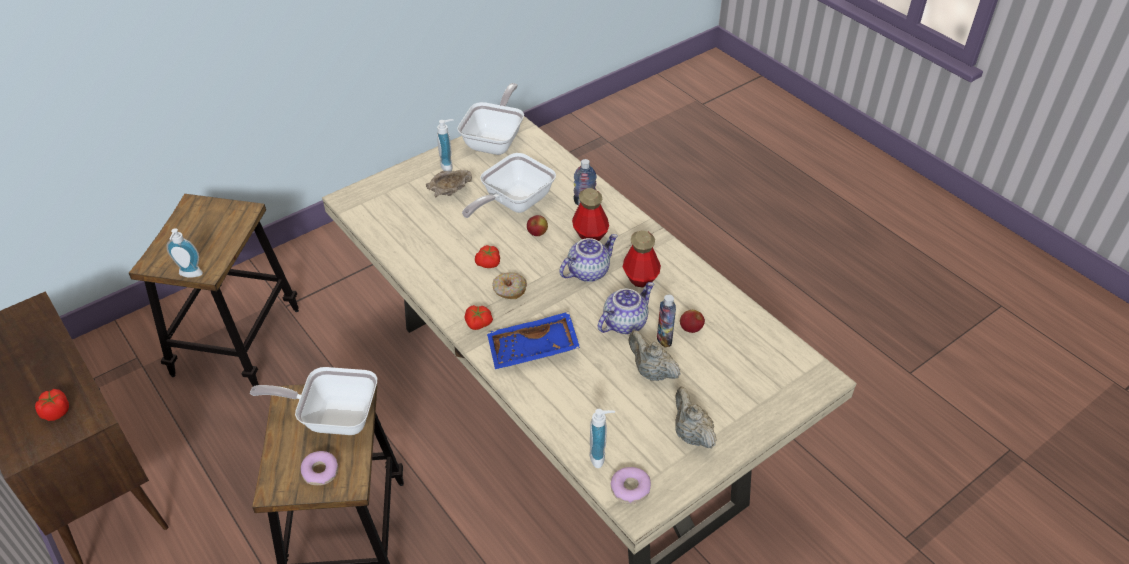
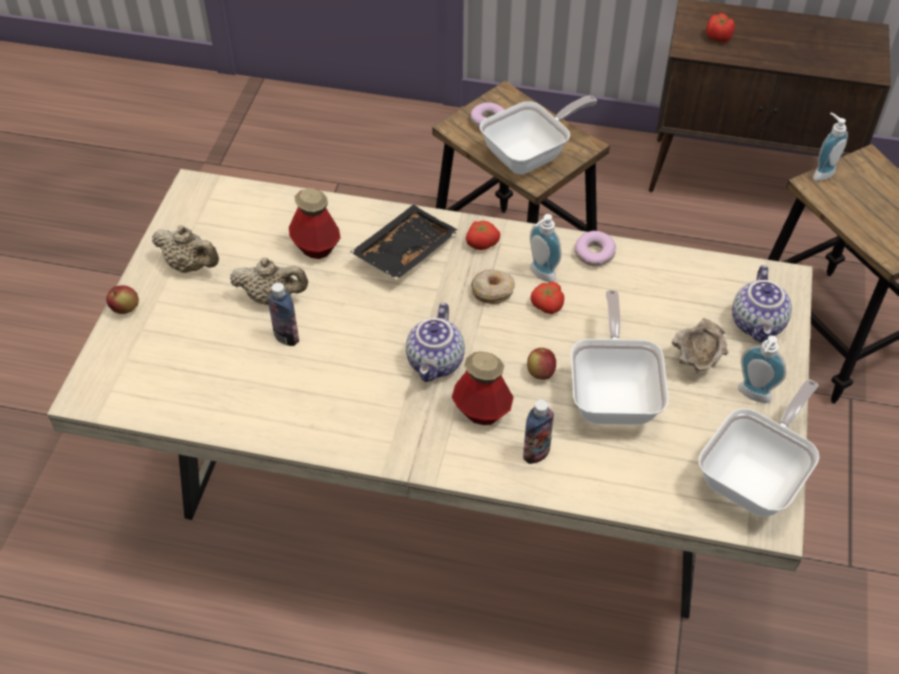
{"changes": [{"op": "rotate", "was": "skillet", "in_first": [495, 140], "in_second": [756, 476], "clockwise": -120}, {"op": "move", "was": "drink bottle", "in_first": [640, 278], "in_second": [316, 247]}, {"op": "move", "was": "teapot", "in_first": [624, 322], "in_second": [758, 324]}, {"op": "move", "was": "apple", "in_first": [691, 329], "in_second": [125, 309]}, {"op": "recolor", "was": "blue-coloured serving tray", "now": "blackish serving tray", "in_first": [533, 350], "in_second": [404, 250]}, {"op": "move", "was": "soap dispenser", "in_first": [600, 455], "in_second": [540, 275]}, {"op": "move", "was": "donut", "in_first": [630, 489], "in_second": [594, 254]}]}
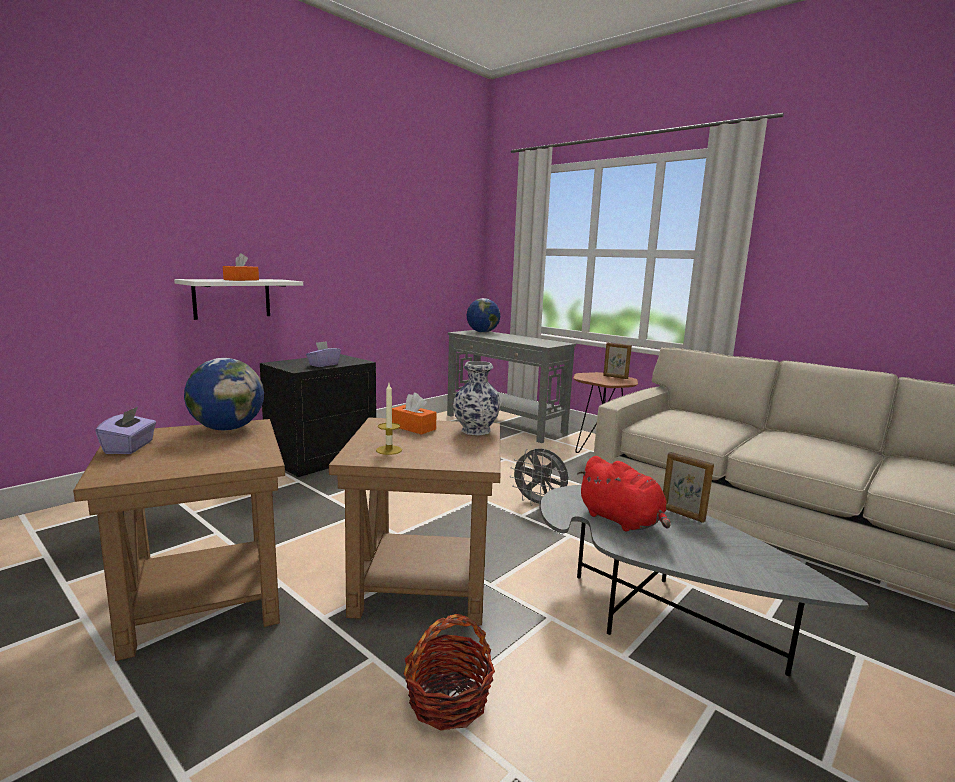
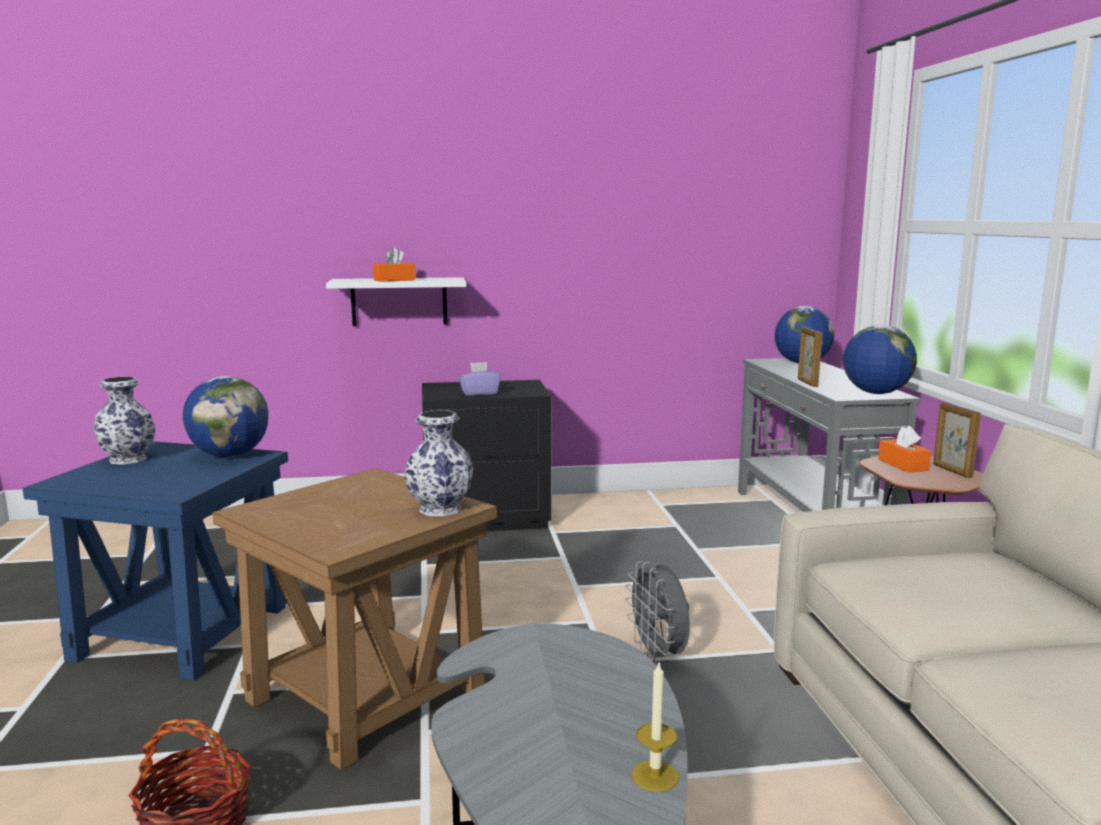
{"changes": [{"op": "move", "was": "candle", "in_first": [389, 450], "in_second": [655, 776]}, {"op": "move", "was": "orange-coloured tissue box", "in_first": [413, 427], "in_second": [903, 465]}, {"op": "replace", "was": "purple-coloured tissue box", "now": "vase", "in_first": [130, 447], "in_second": [128, 459]}, {"op": "recolor", "was": "brown accent table", "now": "blue-coloured accent table", "in_first": [202, 597], "in_second": [181, 631]}, {"op": "move", "was": "picture frame", "in_first": [682, 514], "in_second": [807, 383]}, {"op": "delete", "was": "reddish plush toy", "in_first": [622, 521]}, {"op": "insert", "now": "world globe", "in_second": [876, 393]}]}
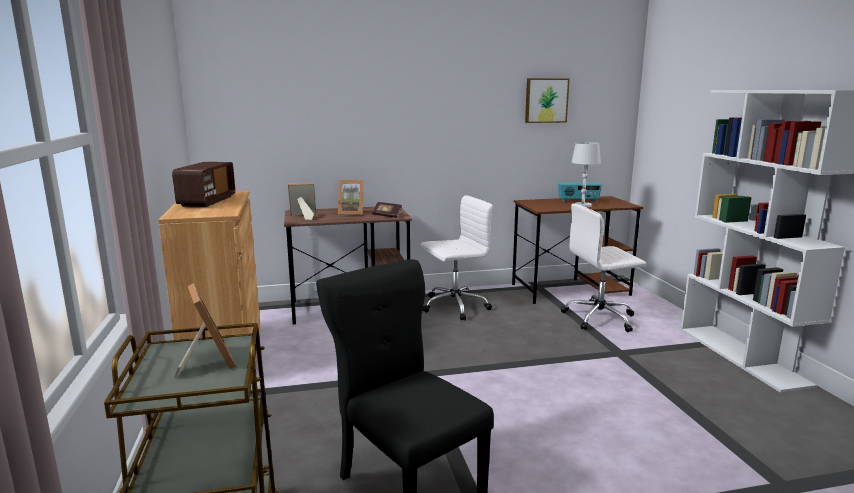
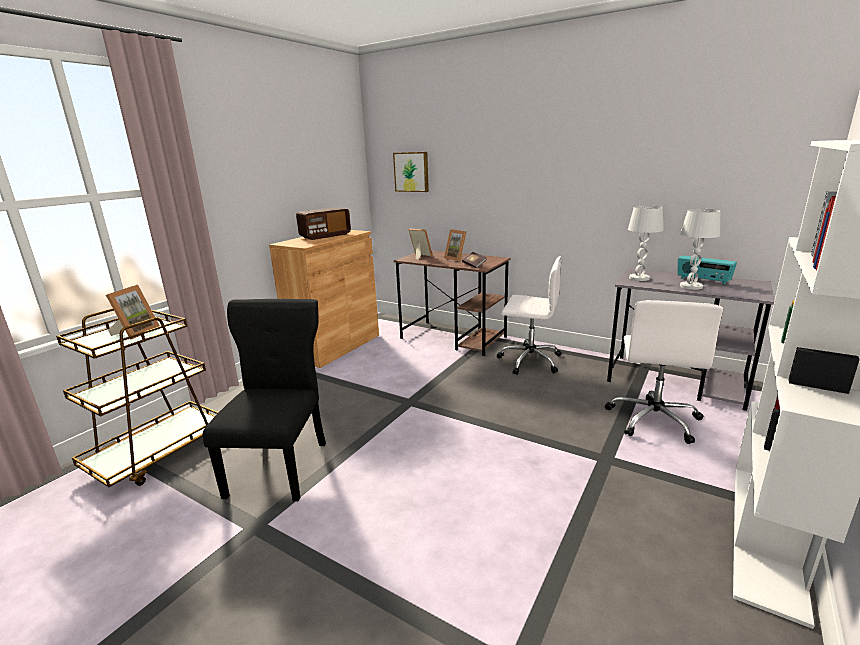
{"changes": [{"op": "move", "was": "wall picture", "in_first": [546, 100], "in_second": [412, 172]}, {"op": "recolor", "was": "brown desk table", "now": "greyish desk table", "in_first": [571, 289], "in_second": [677, 381]}, {"op": "rotate", "was": "white office chair", "in_first": [600, 318], "in_second": [653, 419], "clockwise": -105}, {"op": "insert", "now": "white table lamp", "in_second": [639, 278]}]}
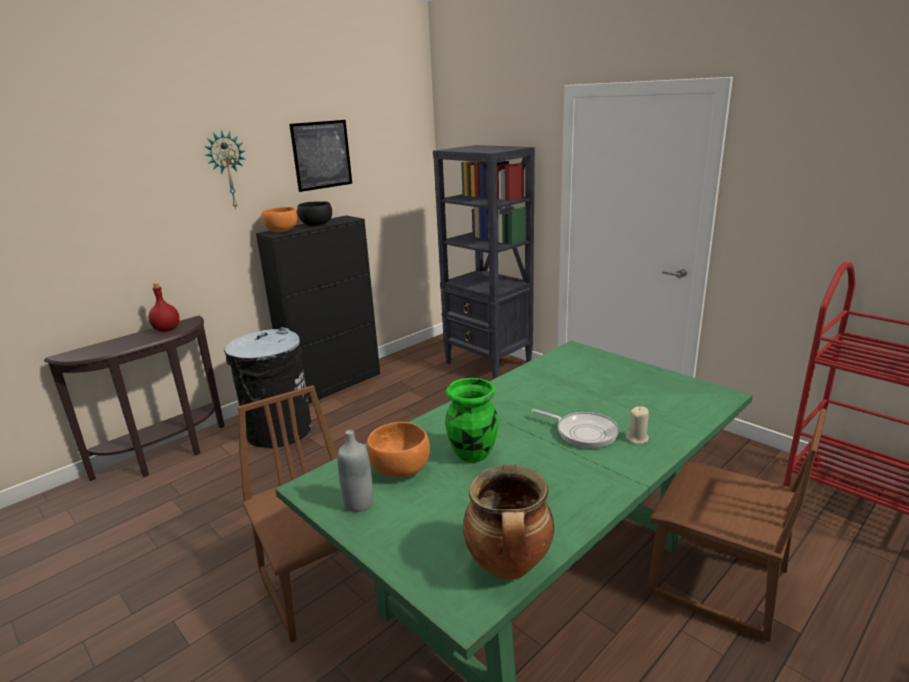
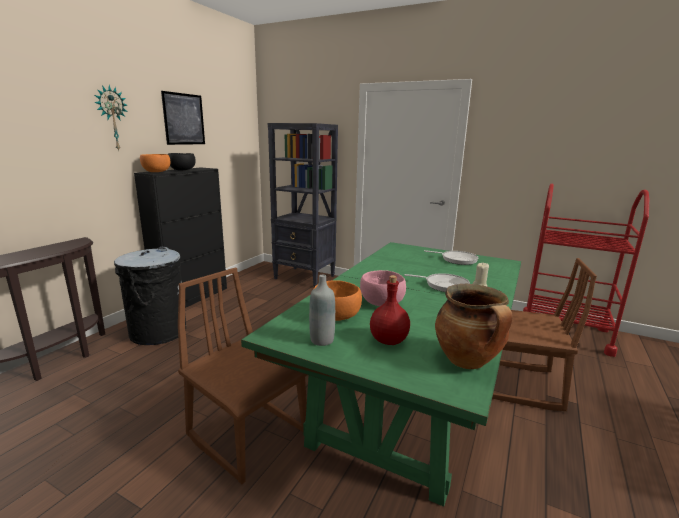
{"changes": [{"op": "move", "was": "reddish drink bottle", "in_first": [167, 329], "in_second": [389, 340]}, {"op": "replace", "was": "green vase", "now": "pinkish deep dish", "in_first": [472, 454], "in_second": [382, 303]}, {"op": "insert", "now": "skillet", "in_second": [456, 259]}]}
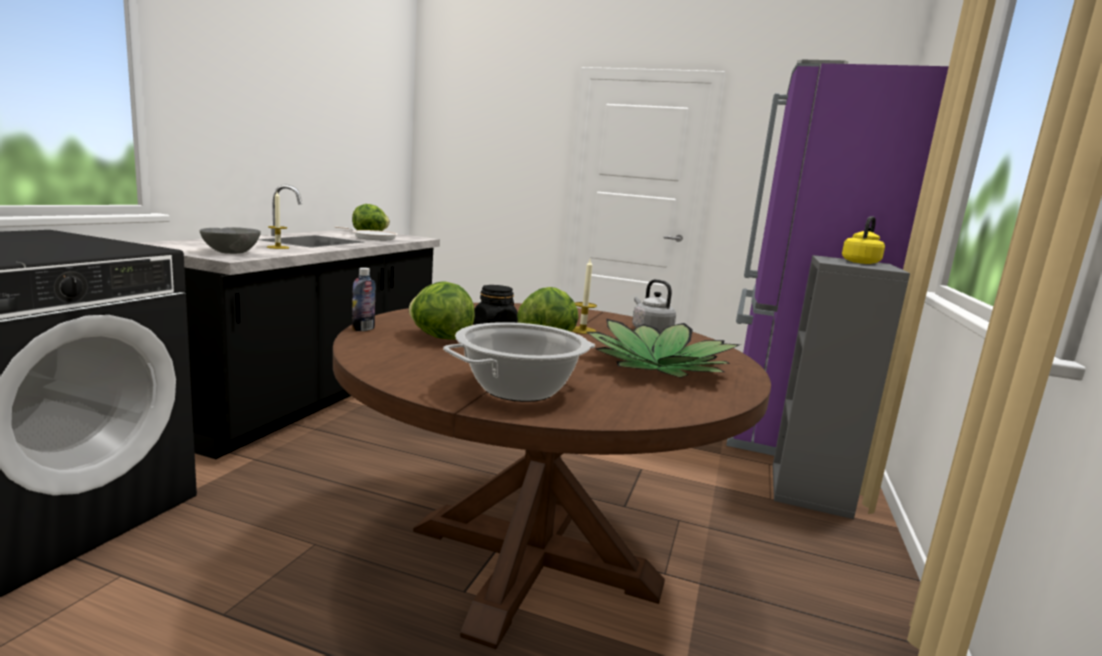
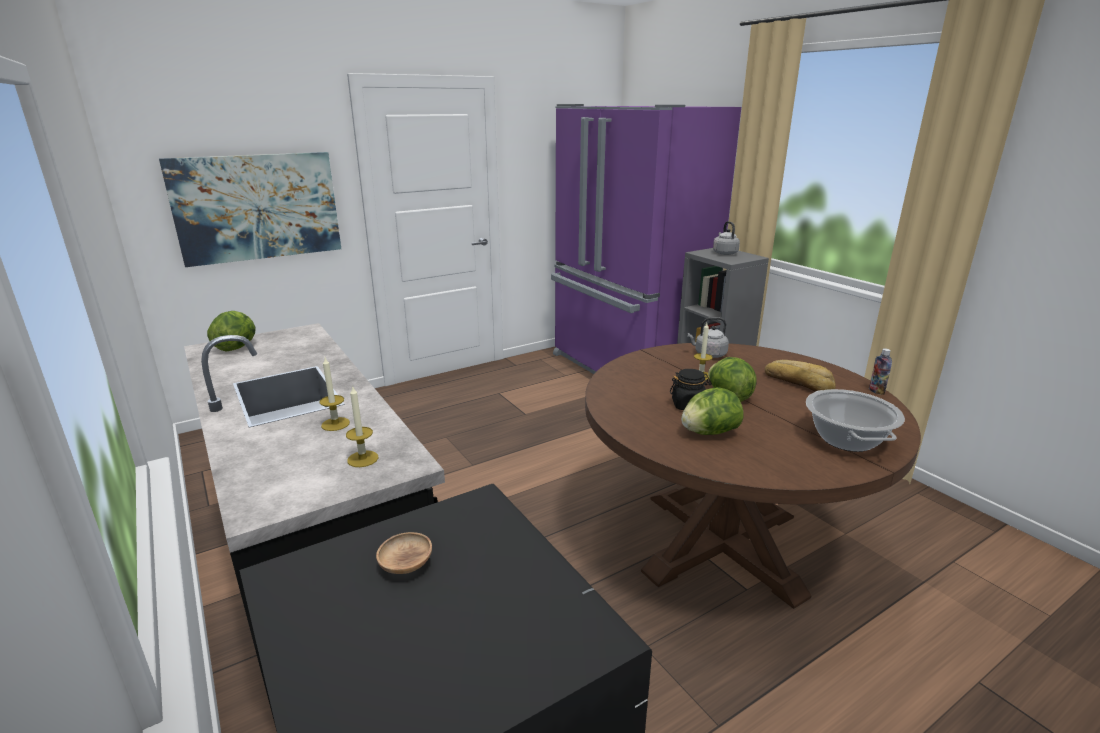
{"changes": [{"op": "recolor", "was": "yellowish kettle", "now": "greyish kettle", "in_first": [861, 262], "in_second": [724, 253]}, {"op": "replace", "was": "greyish deep dish", "now": "candle", "in_first": [231, 252], "in_second": [363, 459]}, {"op": "delete", "was": "skillet", "in_first": [372, 237]}, {"op": "move", "was": "drink bottle", "in_first": [363, 329], "in_second": [876, 391]}, {"op": "replace", "was": "plant in a pot", "now": "bread", "in_first": [658, 366], "in_second": [799, 382]}, {"op": "insert", "now": "wall picture", "in_second": [257, 207]}, {"op": "insert", "now": "brown deep dish", "in_second": [406, 565]}]}
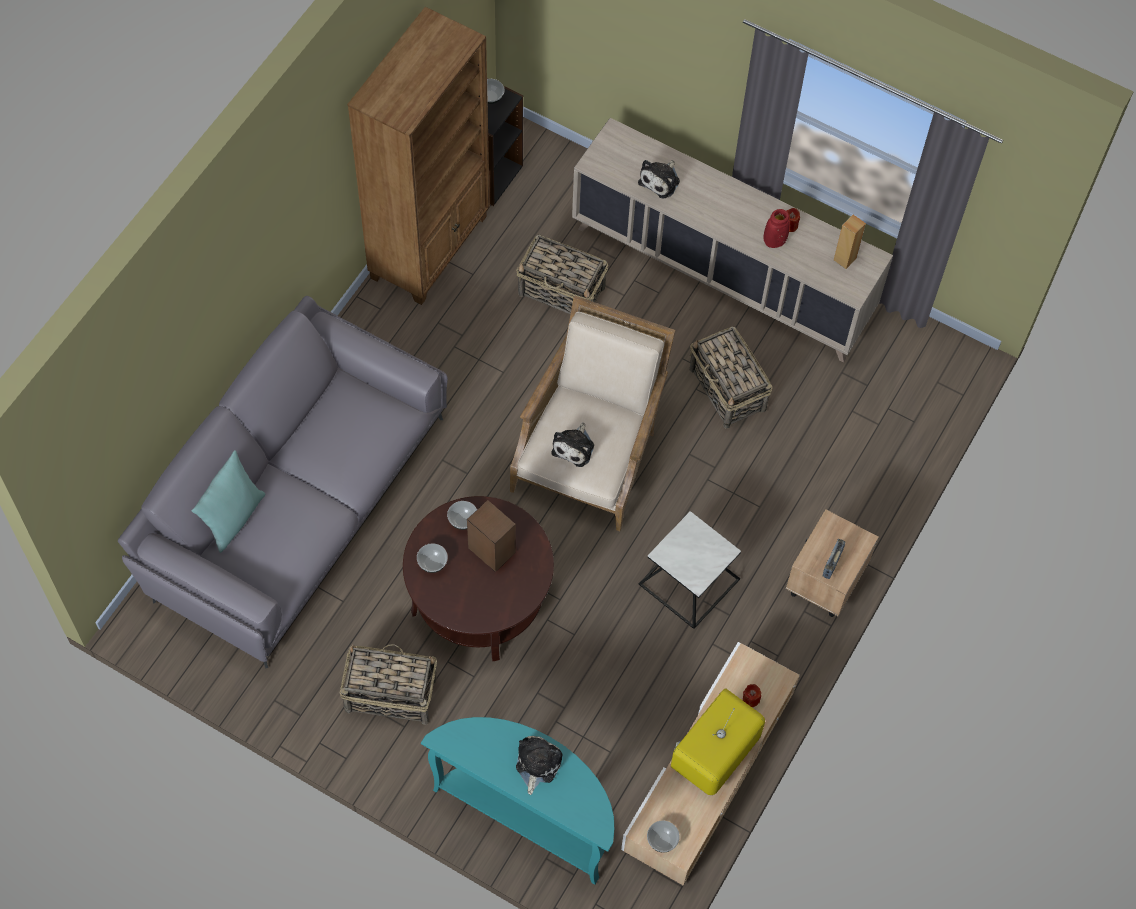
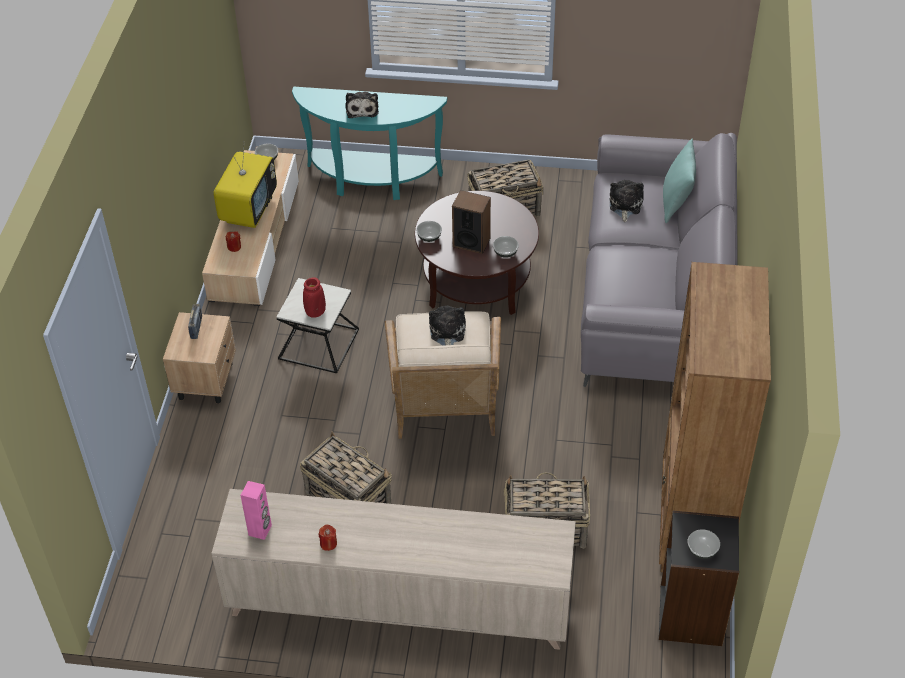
{"changes": [{"op": "move", "was": "plush toy", "in_first": [661, 180], "in_second": [625, 205]}, {"op": "move", "was": "reddish vase", "in_first": [774, 241], "in_second": [315, 312]}, {"op": "recolor", "was": "brown speaker", "now": "pinkish speaker", "in_first": [844, 259], "in_second": [260, 530]}, {"op": "move", "was": "deep dish", "in_first": [433, 562], "in_second": [429, 237]}]}
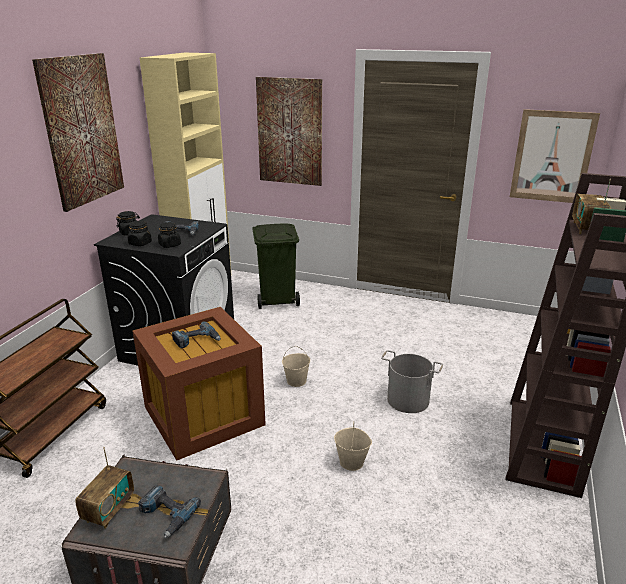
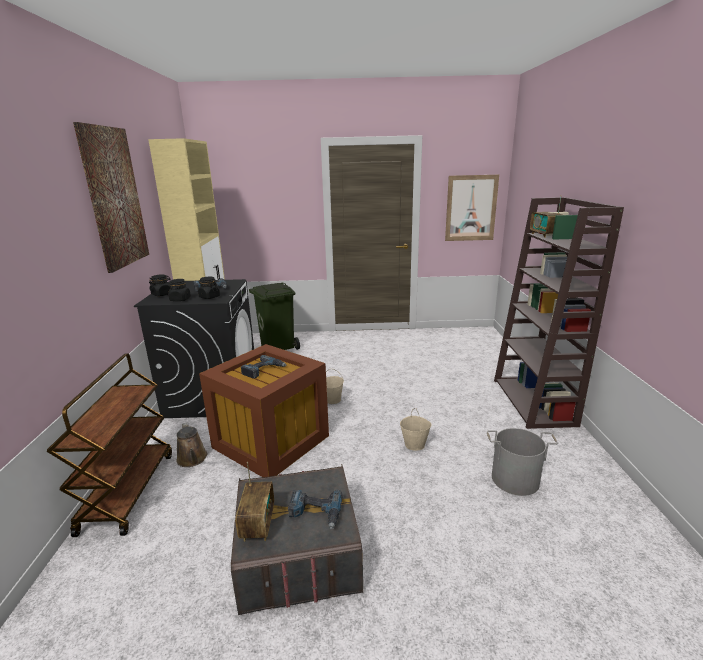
{"changes": [{"op": "delete", "was": "wall picture", "in_first": [290, 132]}, {"op": "move", "was": "greyish bucket", "in_first": [408, 400], "in_second": [515, 480]}, {"op": "insert", "now": "brown watering pot", "in_second": [192, 459]}]}
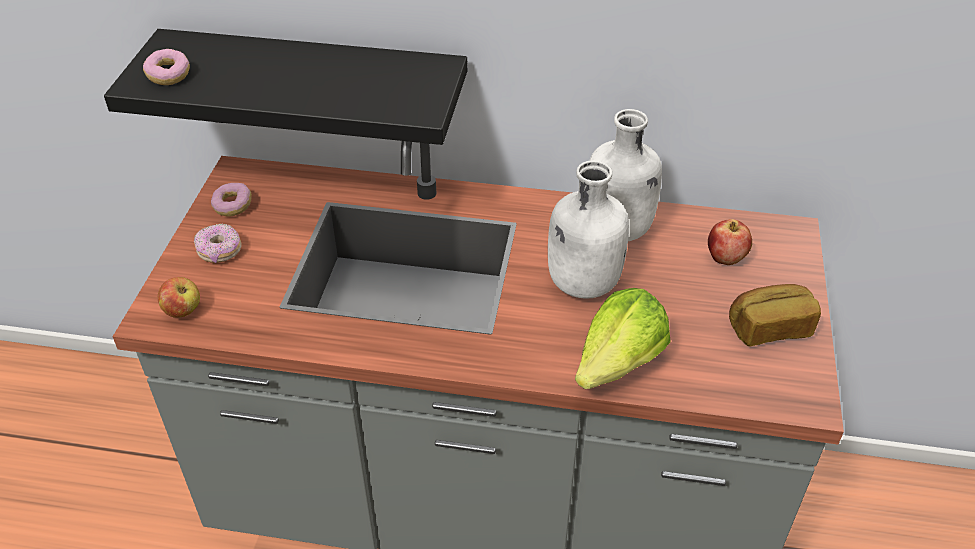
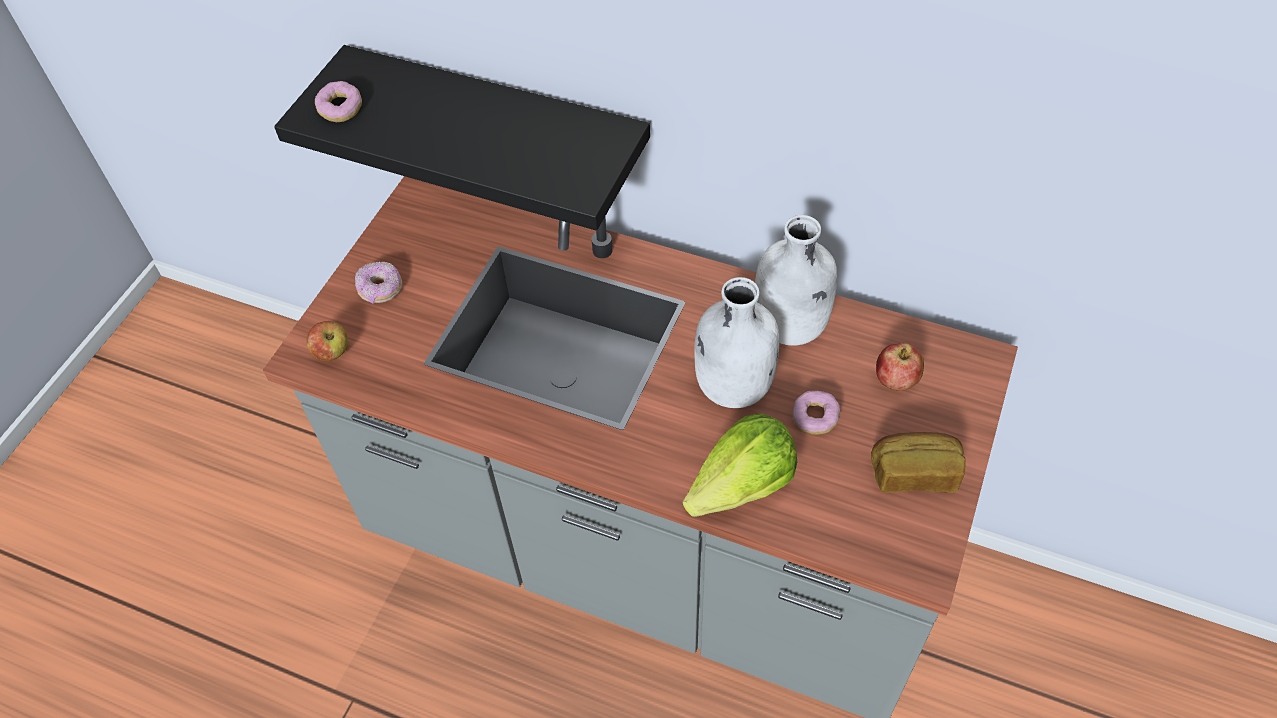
{"changes": [{"op": "move", "was": "donut", "in_first": [233, 206], "in_second": [815, 418]}]}
